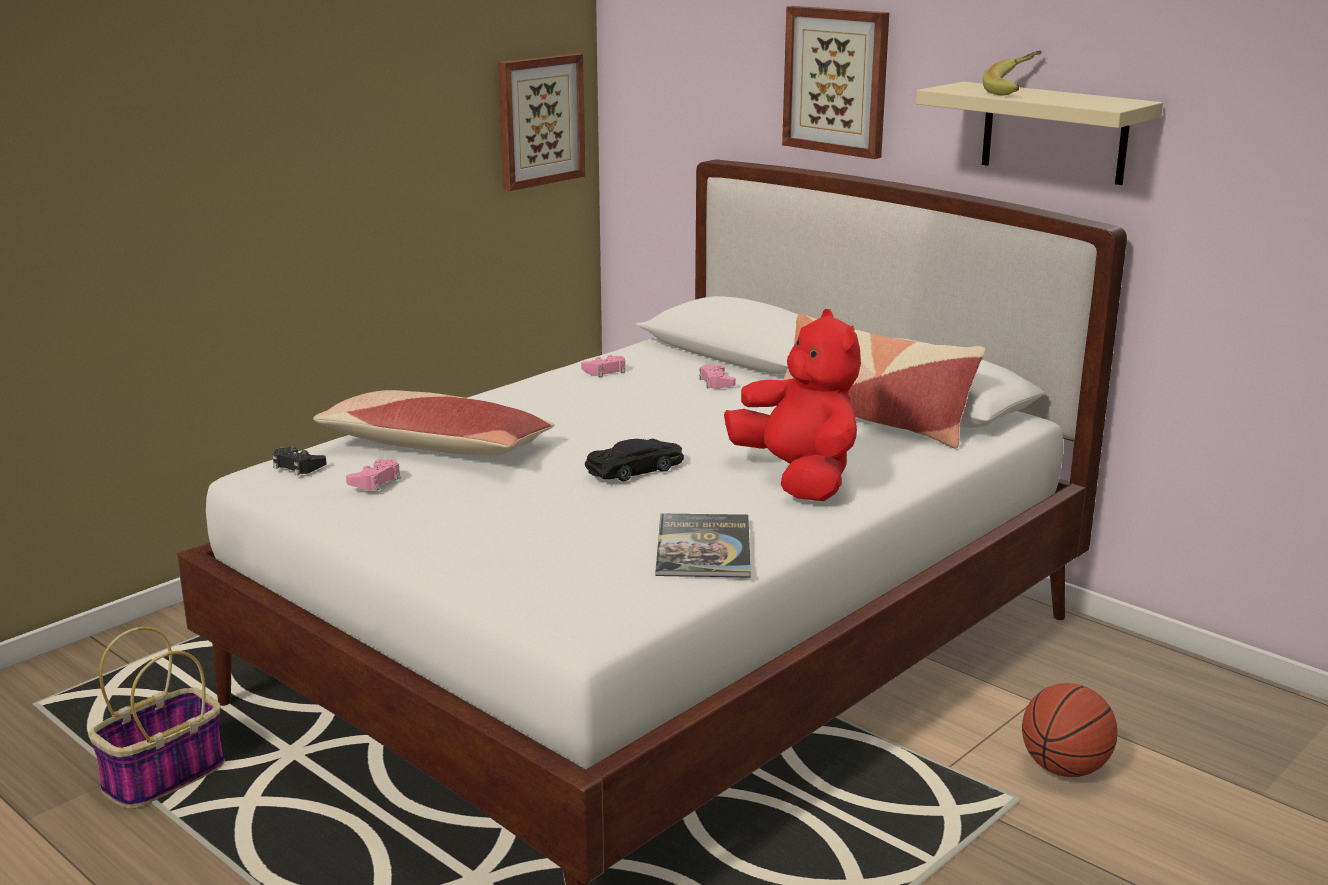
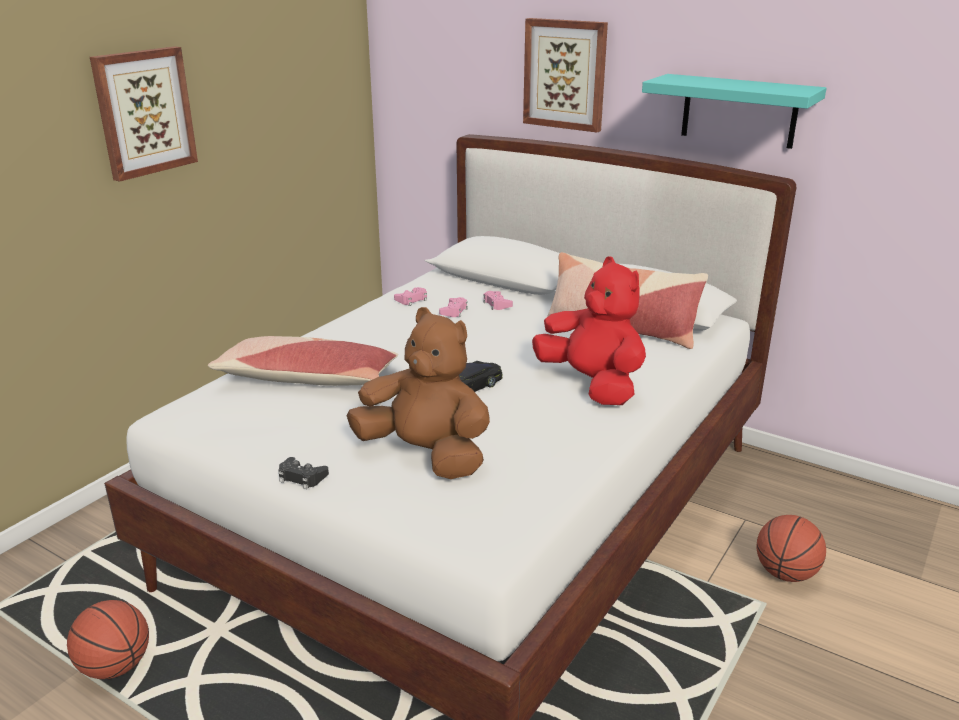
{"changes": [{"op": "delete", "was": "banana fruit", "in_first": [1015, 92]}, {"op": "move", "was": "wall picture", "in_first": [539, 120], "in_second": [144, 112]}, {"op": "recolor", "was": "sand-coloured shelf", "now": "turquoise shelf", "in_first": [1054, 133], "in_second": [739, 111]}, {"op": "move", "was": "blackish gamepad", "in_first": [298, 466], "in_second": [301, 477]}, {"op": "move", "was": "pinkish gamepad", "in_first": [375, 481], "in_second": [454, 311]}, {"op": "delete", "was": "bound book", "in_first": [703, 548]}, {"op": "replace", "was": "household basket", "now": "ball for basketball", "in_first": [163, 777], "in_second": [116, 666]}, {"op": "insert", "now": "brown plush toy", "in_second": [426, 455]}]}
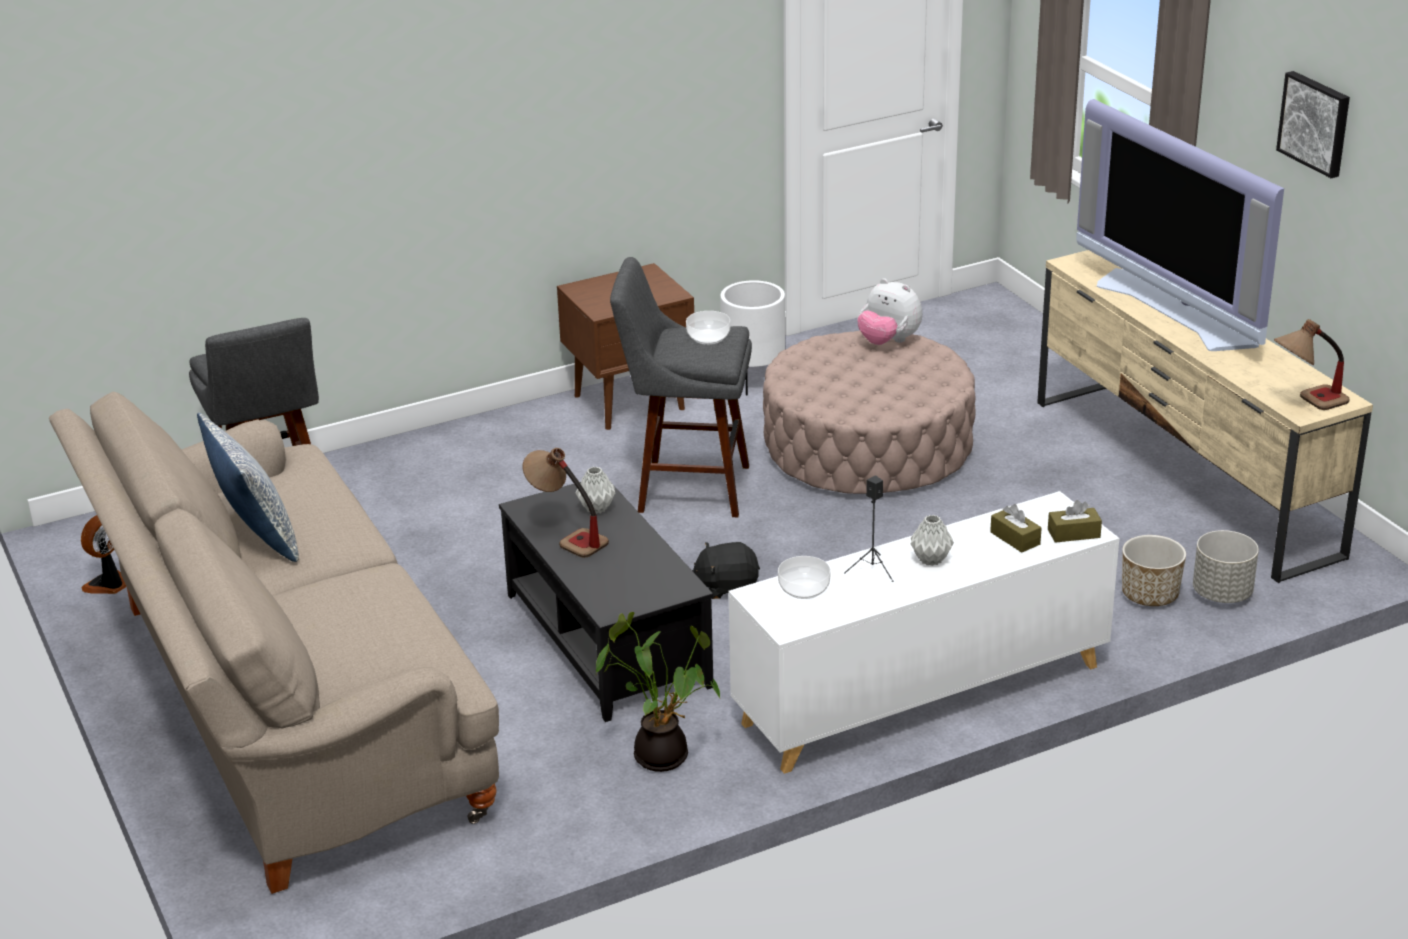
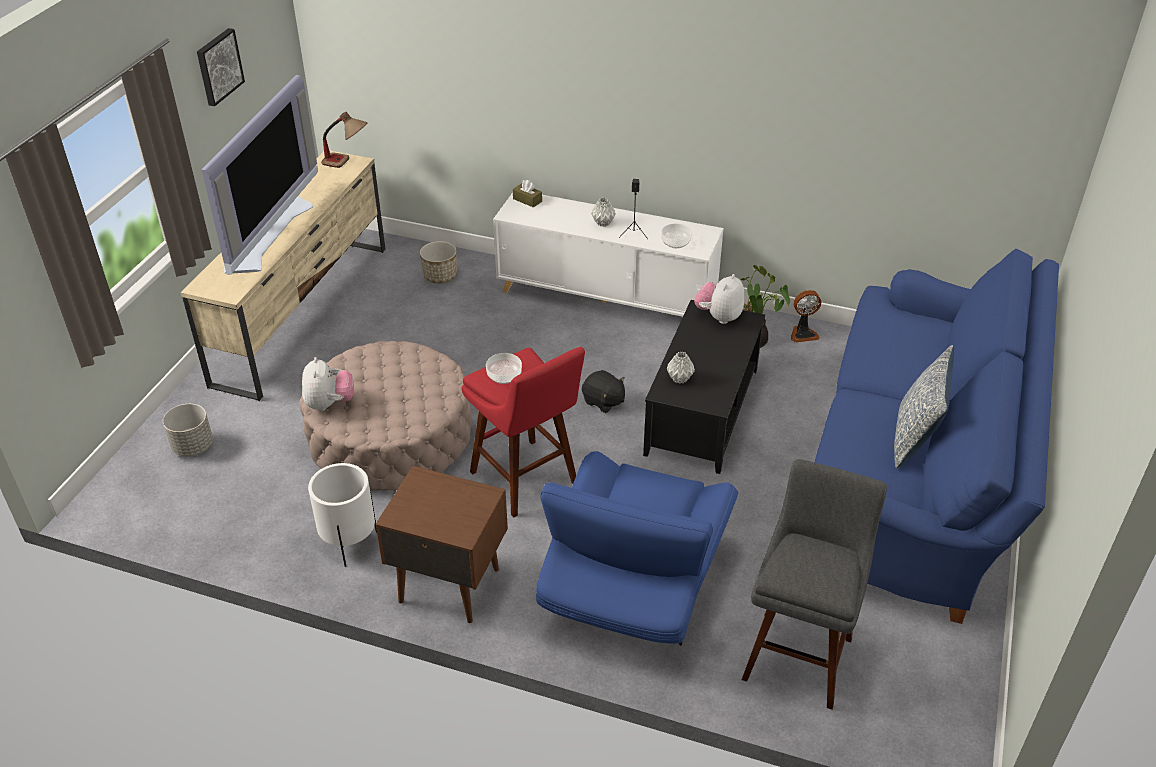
{"changes": [{"op": "recolor", "was": "greyish stool", "now": "reddish stool", "in_first": [686, 488], "in_second": [527, 480]}, {"op": "recolor", "was": "sand-coloured settee", "now": "blue-coloured settee", "in_first": [285, 712], "in_second": [913, 478]}, {"op": "delete", "was": "table lamp", "in_first": [566, 537]}, {"op": "delete", "was": "brown tissue box", "in_first": [1015, 538]}, {"op": "move", "was": "cooling fan", "in_first": [109, 585], "in_second": [803, 333]}, {"op": "move", "was": "greyish flower pot", "in_first": [1222, 594], "in_second": [193, 446]}, {"op": "insert", "now": "plush toy", "in_second": [719, 316]}, {"op": "insert", "now": "blue-coloured easy chair", "in_second": [633, 587]}]}
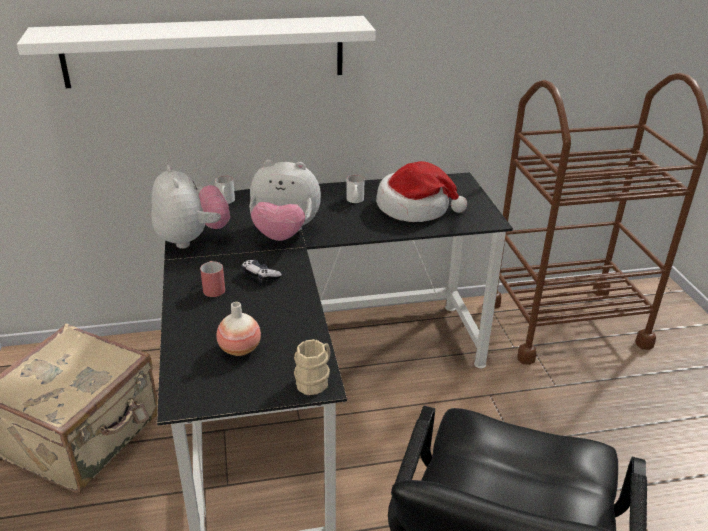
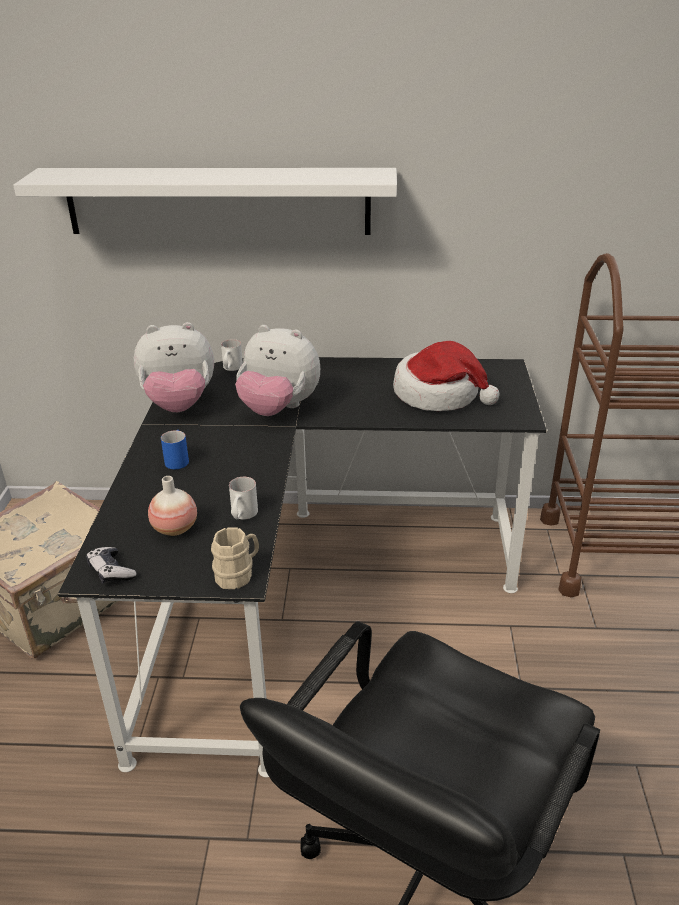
{"changes": [{"op": "rotate", "was": "plush toy", "in_first": [192, 239], "in_second": [179, 405], "clockwise": 90}, {"op": "move", "was": "white mug", "in_first": [355, 201], "in_second": [242, 516]}, {"op": "move", "was": "gamepad", "in_first": [260, 276], "in_second": [111, 571]}, {"op": "recolor", "was": "reddish mug", "now": "blue-coloured mug", "in_first": [213, 287], "in_second": [178, 459]}]}
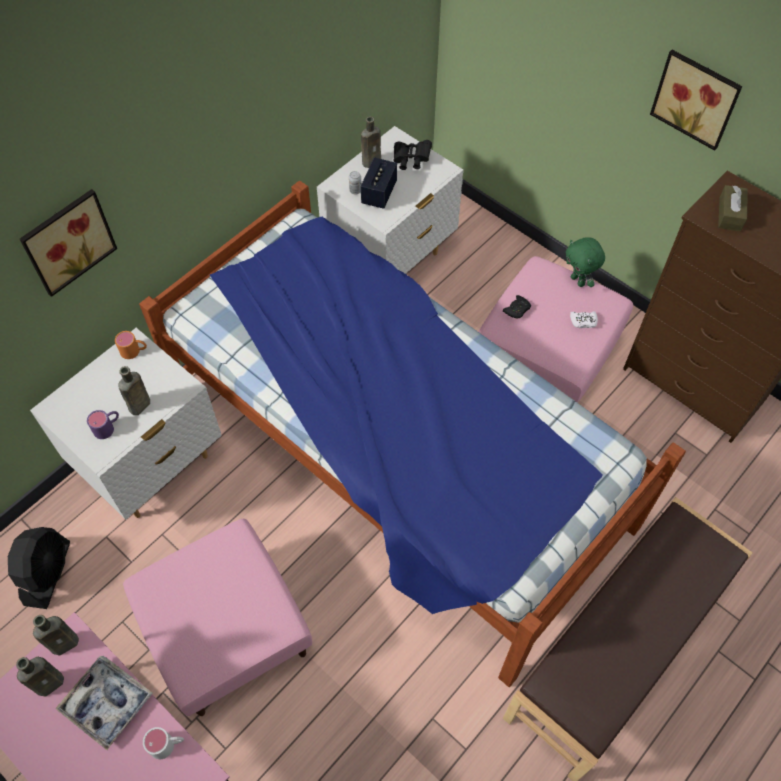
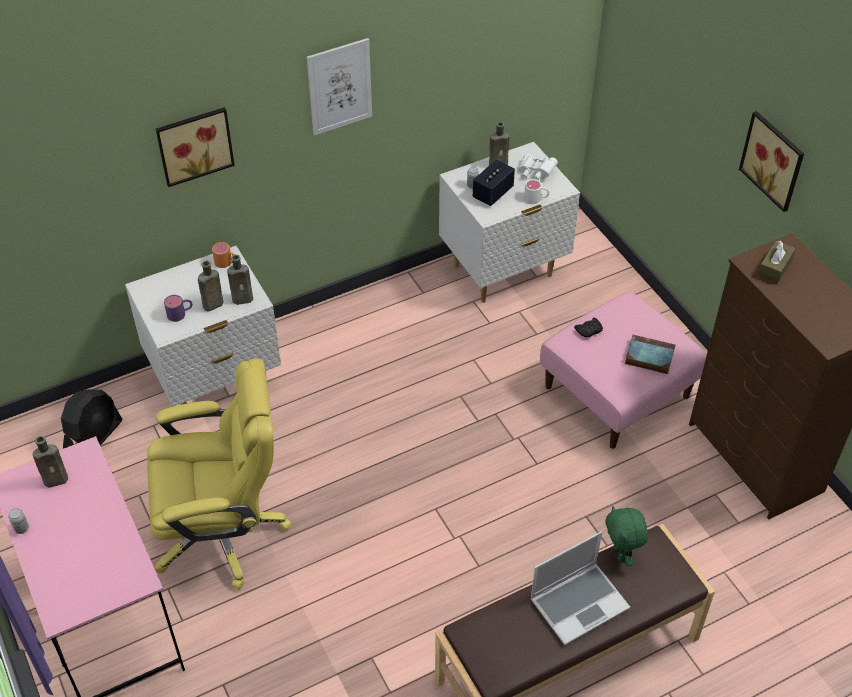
{"changes": [{"op": "recolor", "was": "blackish field glasses", "now": "white field glasses", "in_first": [411, 160], "in_second": [535, 173]}, {"op": "delete", "was": "bed", "in_first": [396, 460]}, {"op": "move", "was": "green plush toy", "in_first": [578, 281], "in_second": [621, 554]}, {"op": "replace", "was": "white gamepad", "now": "bound book", "in_first": [583, 321], "in_second": [648, 357]}, {"op": "replace", "was": "pinkish ottoman", "now": "yellowish office chair", "in_first": [228, 632], "in_second": [223, 531]}, {"op": "move", "was": "brown drink bottle", "in_first": [67, 642], "in_second": [244, 299]}, {"op": "delete", "was": "serving tray", "in_first": [107, 703]}, {"op": "move", "was": "white mug", "in_first": [167, 744], "in_second": [536, 199]}, {"op": "insert", "now": "wall picture", "in_second": [339, 86]}, {"op": "insert", "now": "can", "in_second": [21, 528]}, {"op": "insert", "now": "portable computer", "in_second": [579, 603]}]}
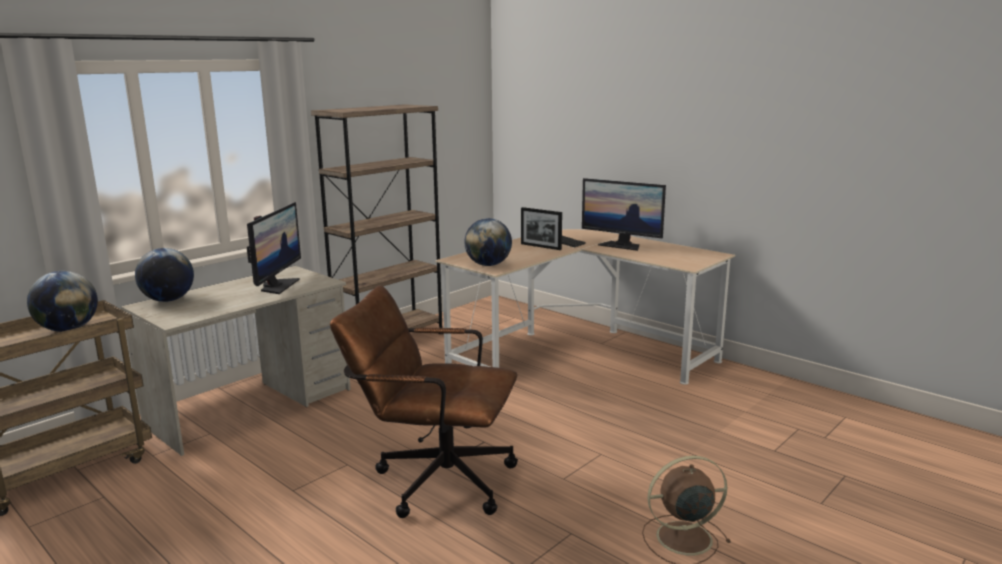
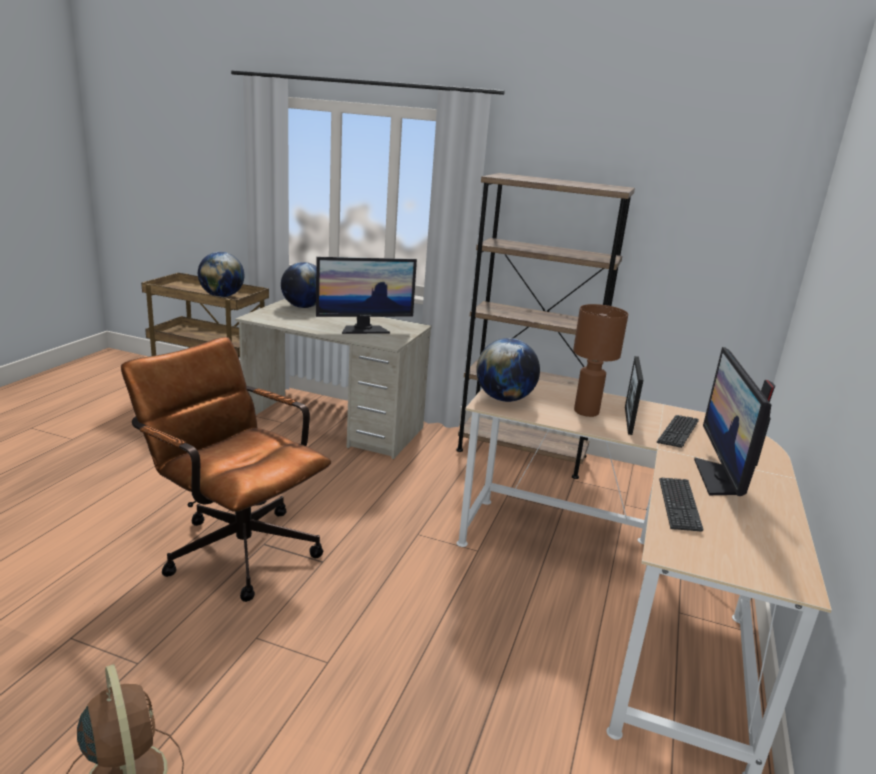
{"changes": [{"op": "rotate", "was": "brown office chair", "in_first": [433, 479], "in_second": [234, 545], "clockwise": -45}, {"op": "insert", "now": "brown table lamp", "in_second": [587, 412]}, {"op": "insert", "now": "keyboard", "in_second": [679, 505]}]}
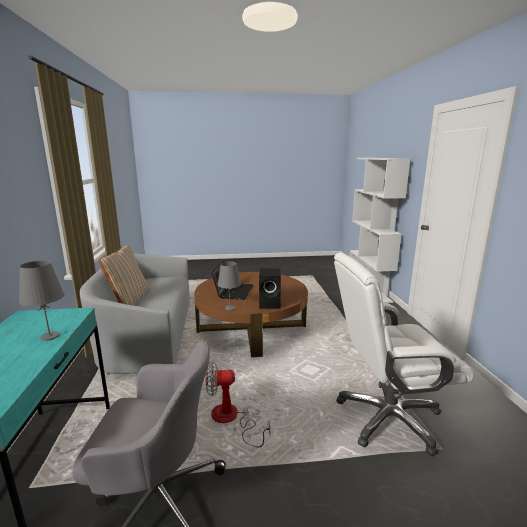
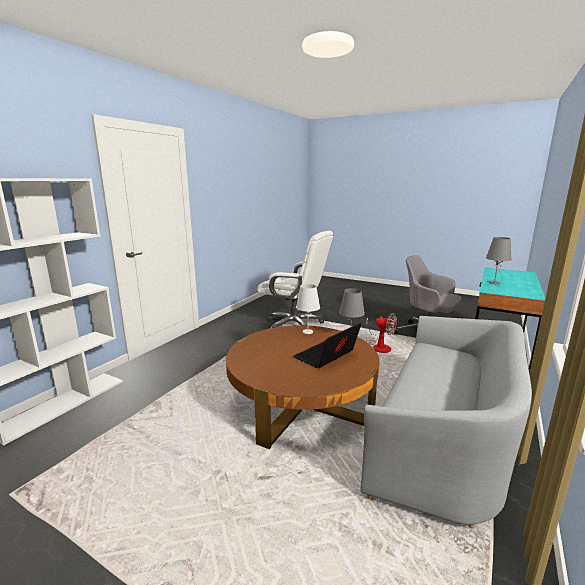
{"changes": [{"op": "delete", "was": "sand-coloured cushion", "in_first": [129, 299]}, {"op": "replace", "was": "blackish speaker", "now": "white table lamp", "in_first": [270, 304], "in_second": [307, 332]}]}
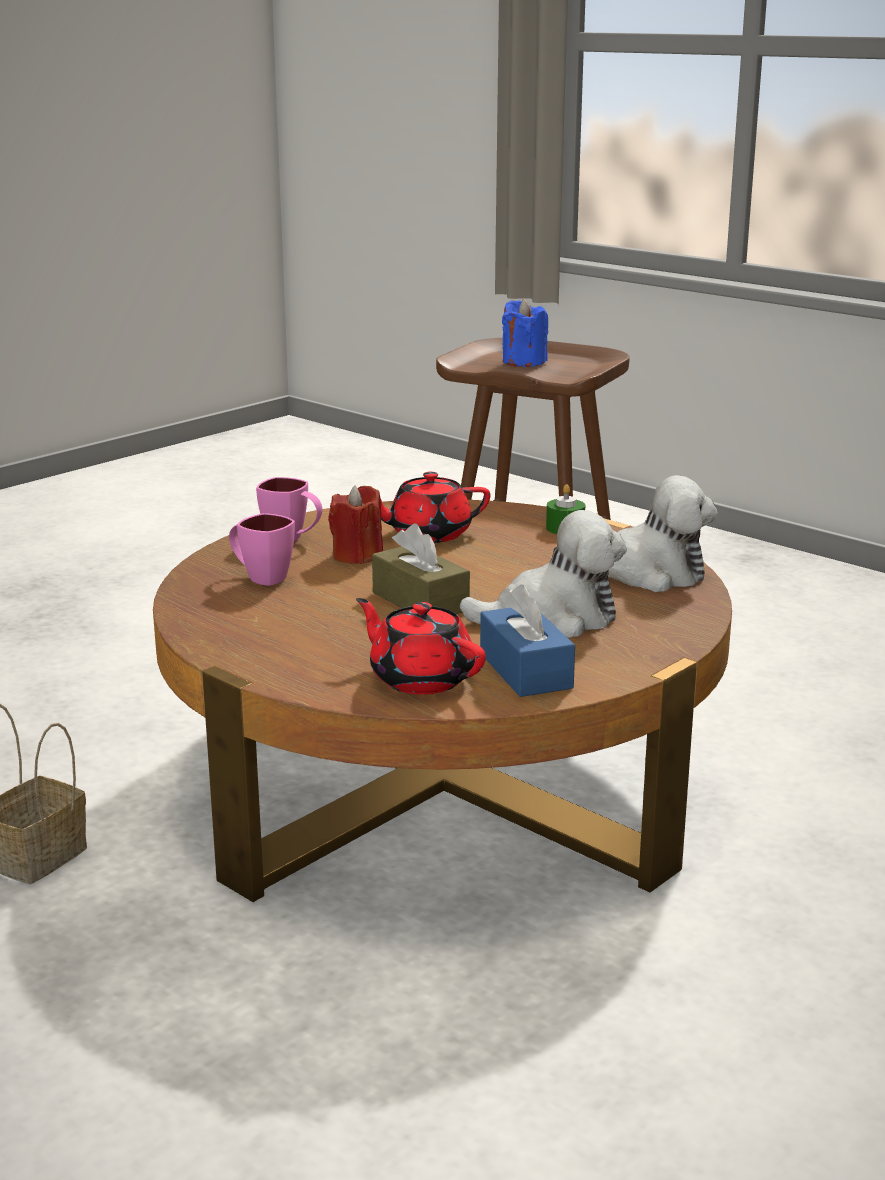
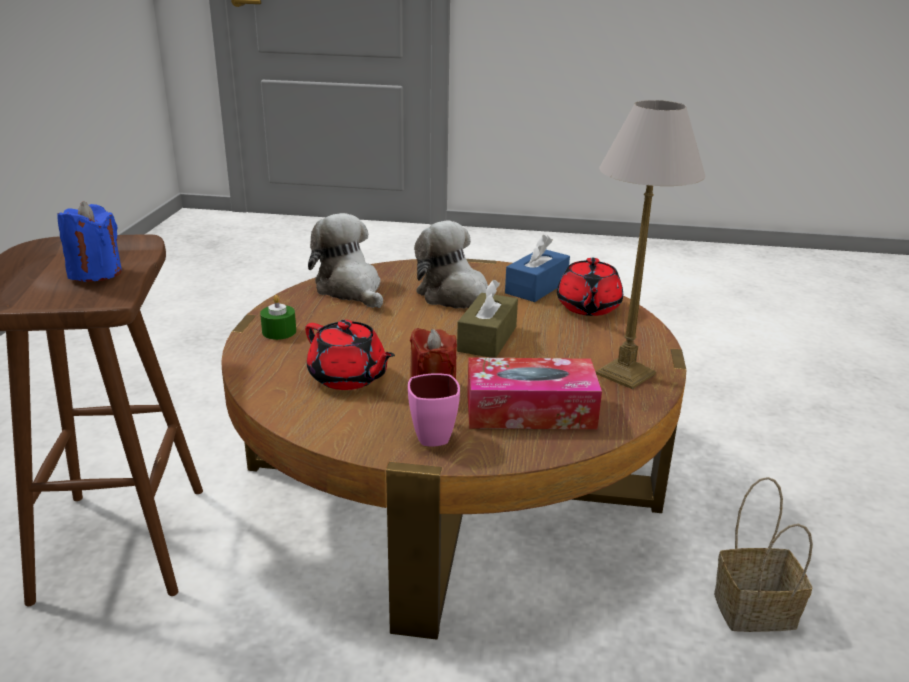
{"changes": [{"op": "replace", "was": "pinkish mug", "now": "tissue box", "in_first": [260, 578], "in_second": [530, 411]}, {"op": "insert", "now": "table lamp", "in_second": [627, 373]}]}
